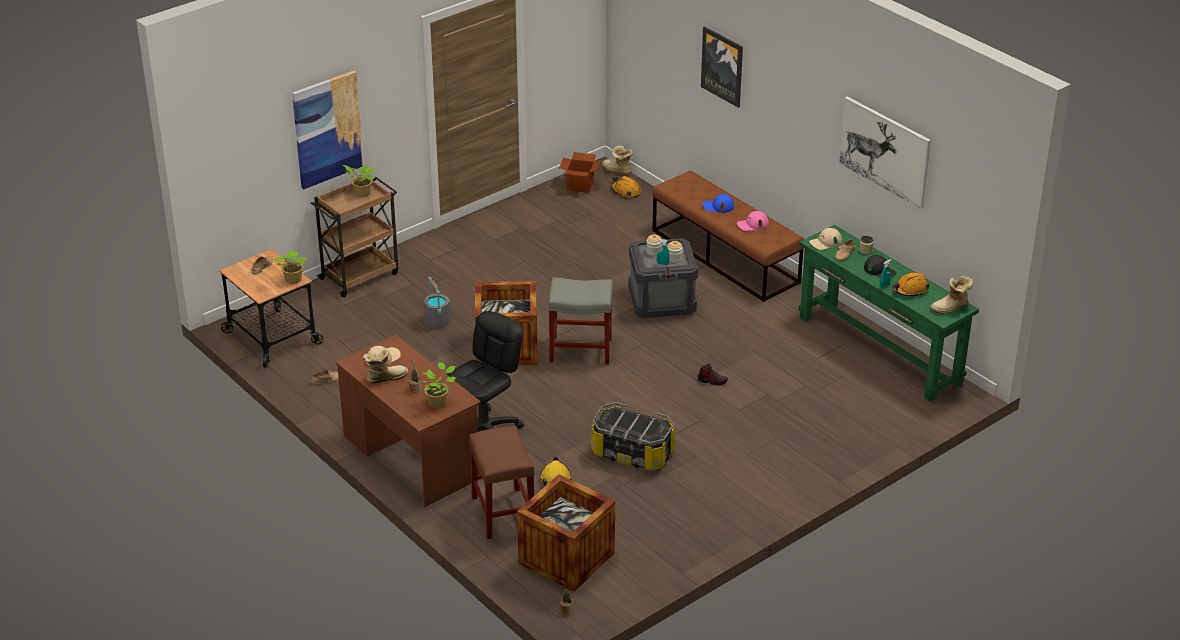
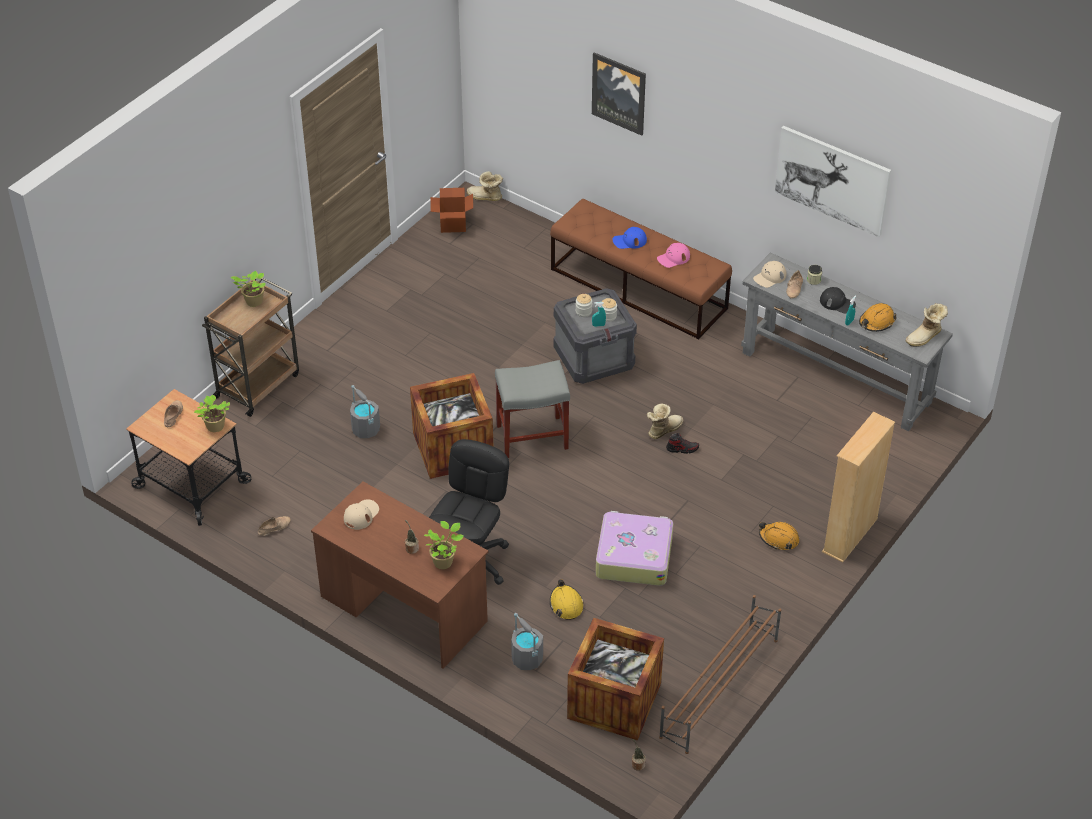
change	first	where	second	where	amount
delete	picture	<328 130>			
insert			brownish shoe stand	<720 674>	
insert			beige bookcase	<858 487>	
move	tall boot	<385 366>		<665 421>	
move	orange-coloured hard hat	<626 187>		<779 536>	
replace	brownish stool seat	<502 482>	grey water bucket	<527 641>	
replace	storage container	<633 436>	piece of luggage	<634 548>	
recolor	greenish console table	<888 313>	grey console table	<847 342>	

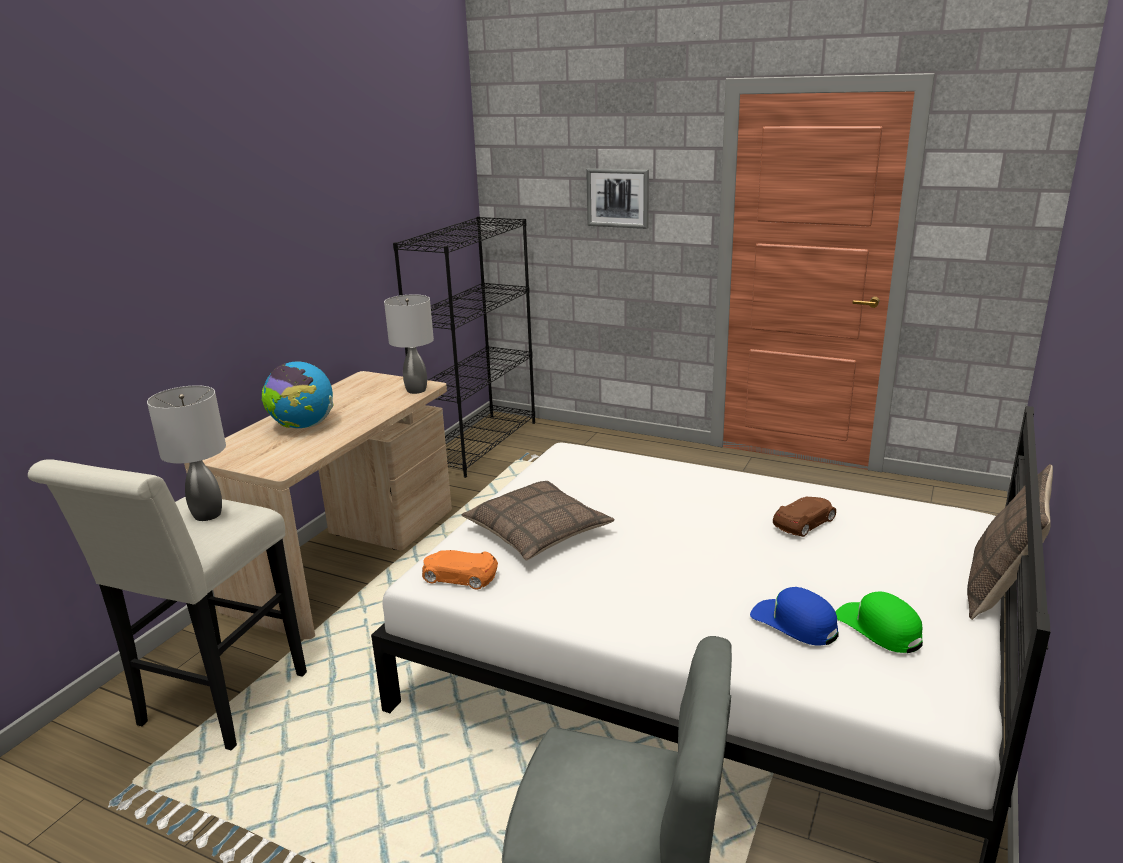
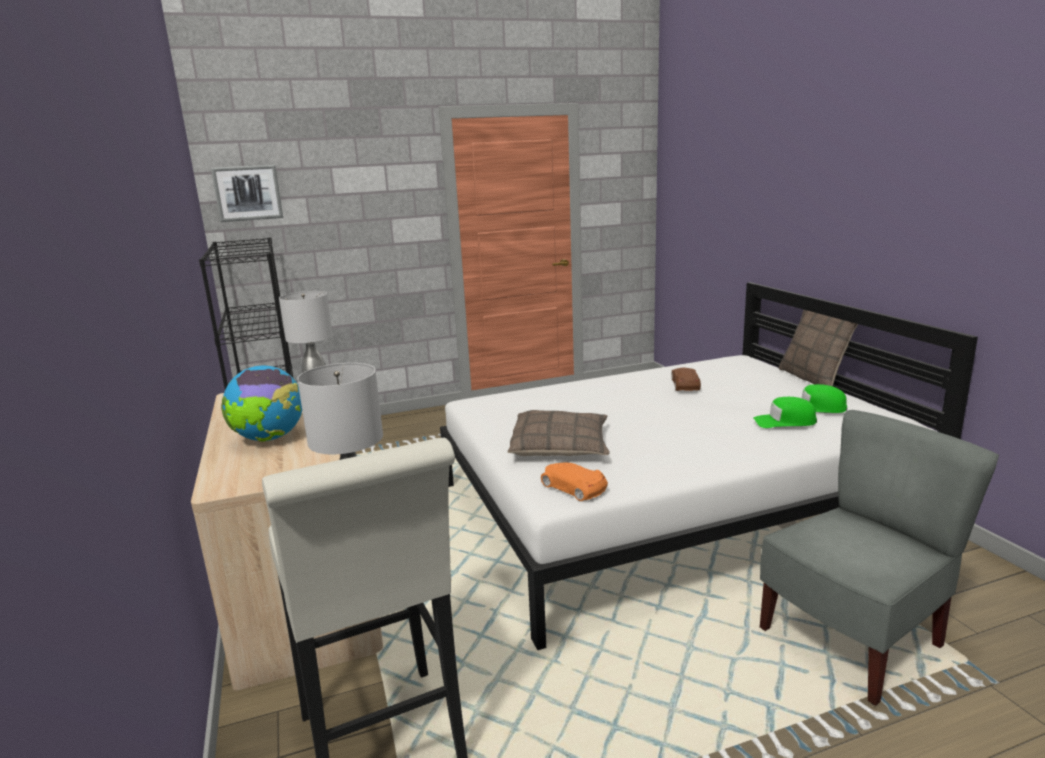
change	first	where	second	where	amount
move	picture	<617 198>		<247 193>	
recolor	blue peaked cap	<794 616>	greenish peaked cap	<785 412>	
rotate	orange-coloured model car	<460 569>		<574 481>	75 degrees clockwise

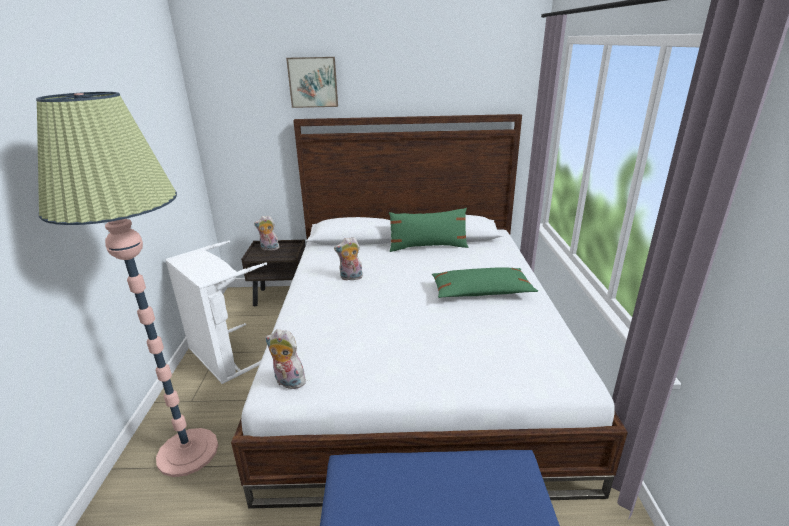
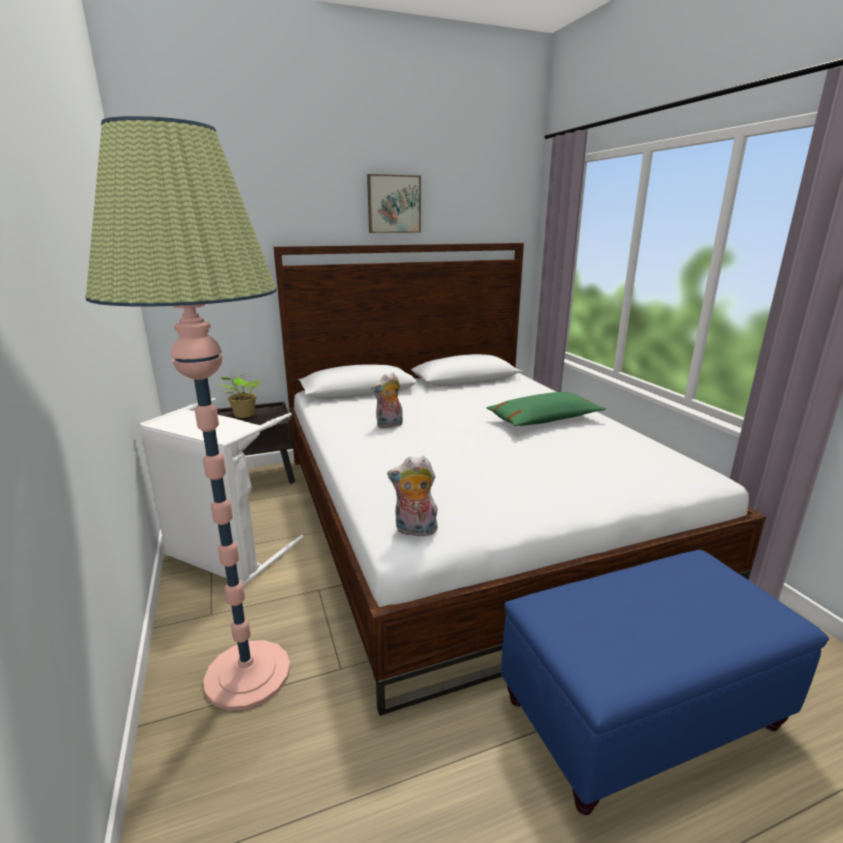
change	first	where	second	where	amount
delete	greenish throw pillow	<428 230>			
move	picture	<312 82>		<394 203>	
replace	plush toy	<267 233>	plant in a pot	<239 396>	

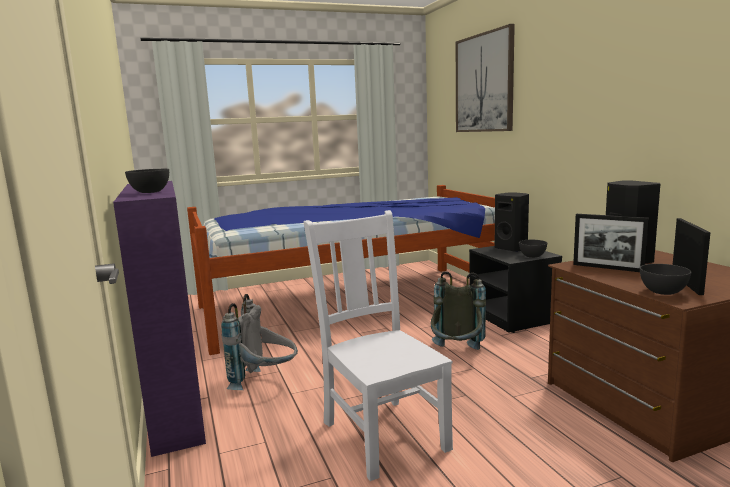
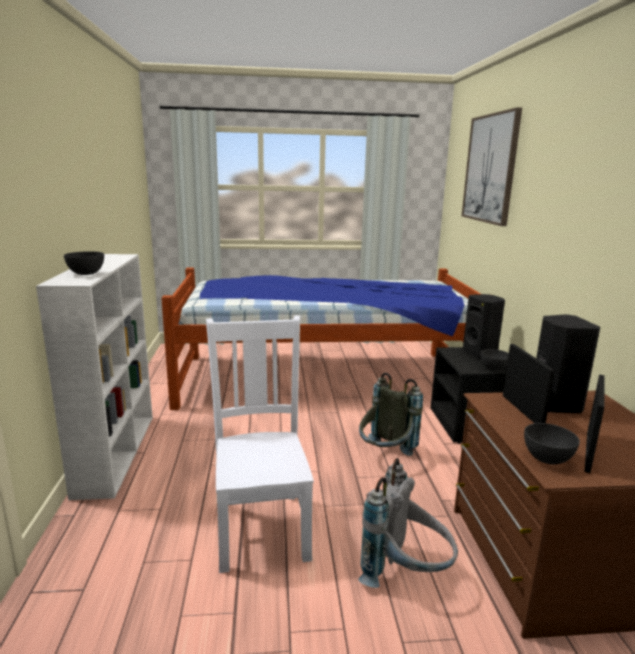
change	first	where	second	where	amount
move	grey knapsack	<259 342>		<408 523>	
recolor	purplish bookcase	<159 319>	whitish bookcase	<94 377>	
rotate	picture frame	<611 243>		<529 383>	150 degrees counterclockwise

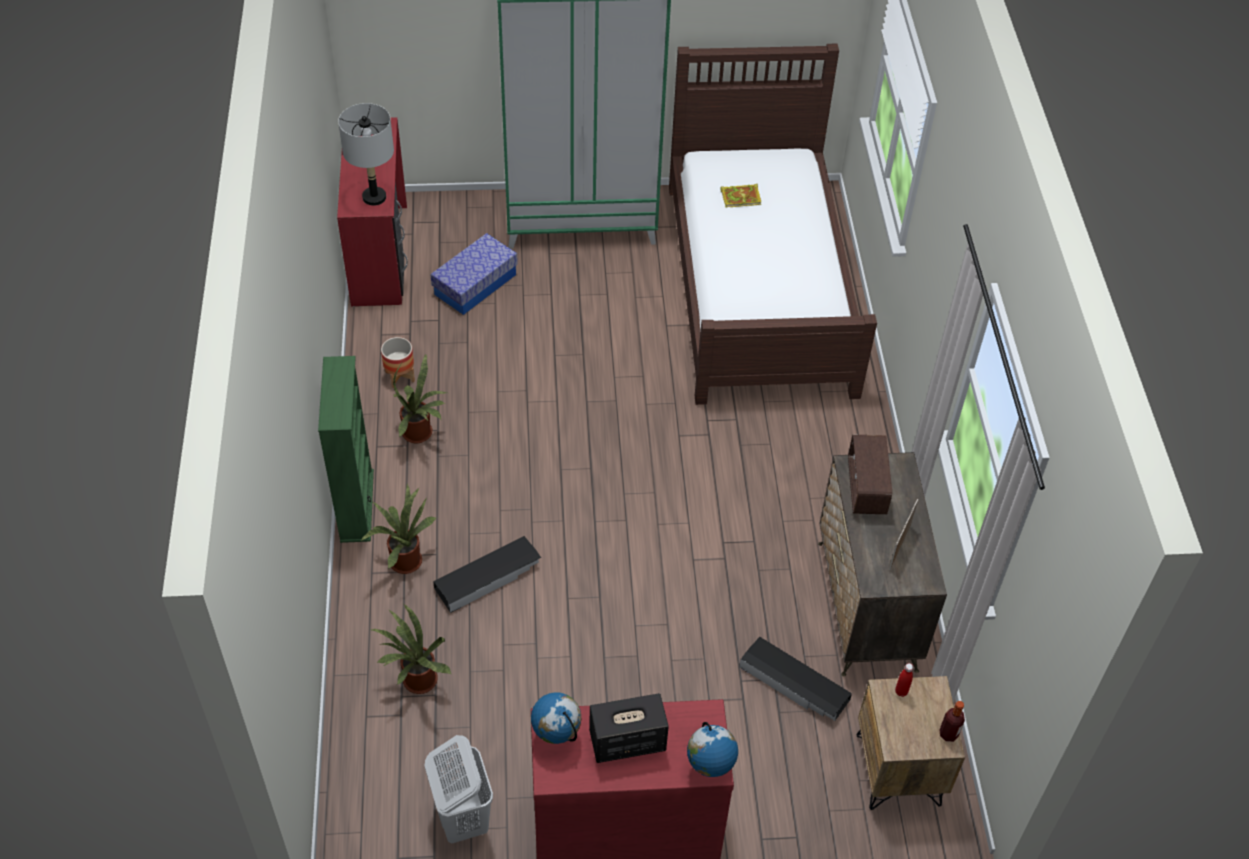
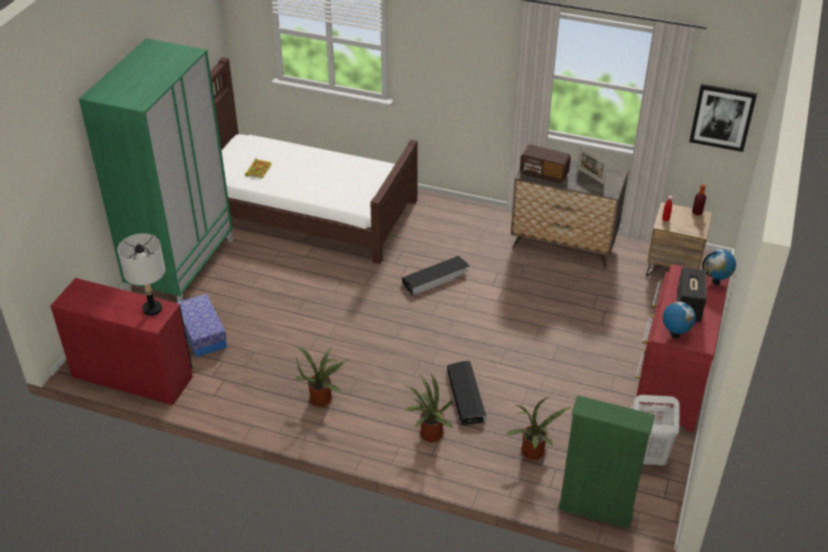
change	first	where	second	where	amount
delete	plant pot	<398 362>			
insert			picture	<723 118>	
move	greenish bookcase	<346 449>		<606 462>	
move	black storage container	<795 679>		<435 276>	

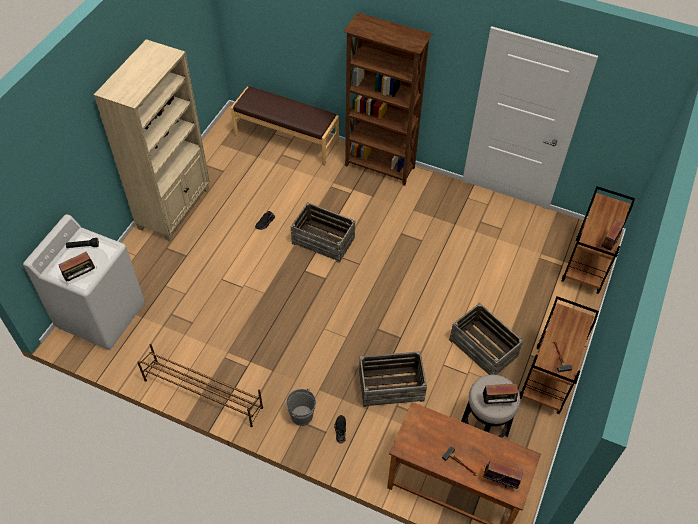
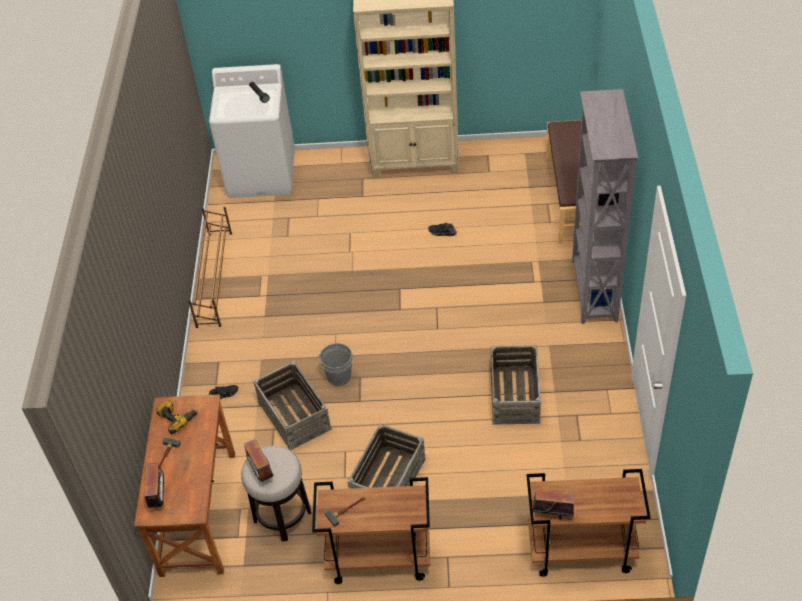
change	first	where	second	where	amount
delete	radio receiver	<77 266>			
insert			electric drill	<177 417>	
move	grey water bucket	<301 407>		<335 364>	
move	shipping crate	<323 232>		<515 385>	
recolor	brownish bookcase	<387 99>	grey bookcase	<605 206>	

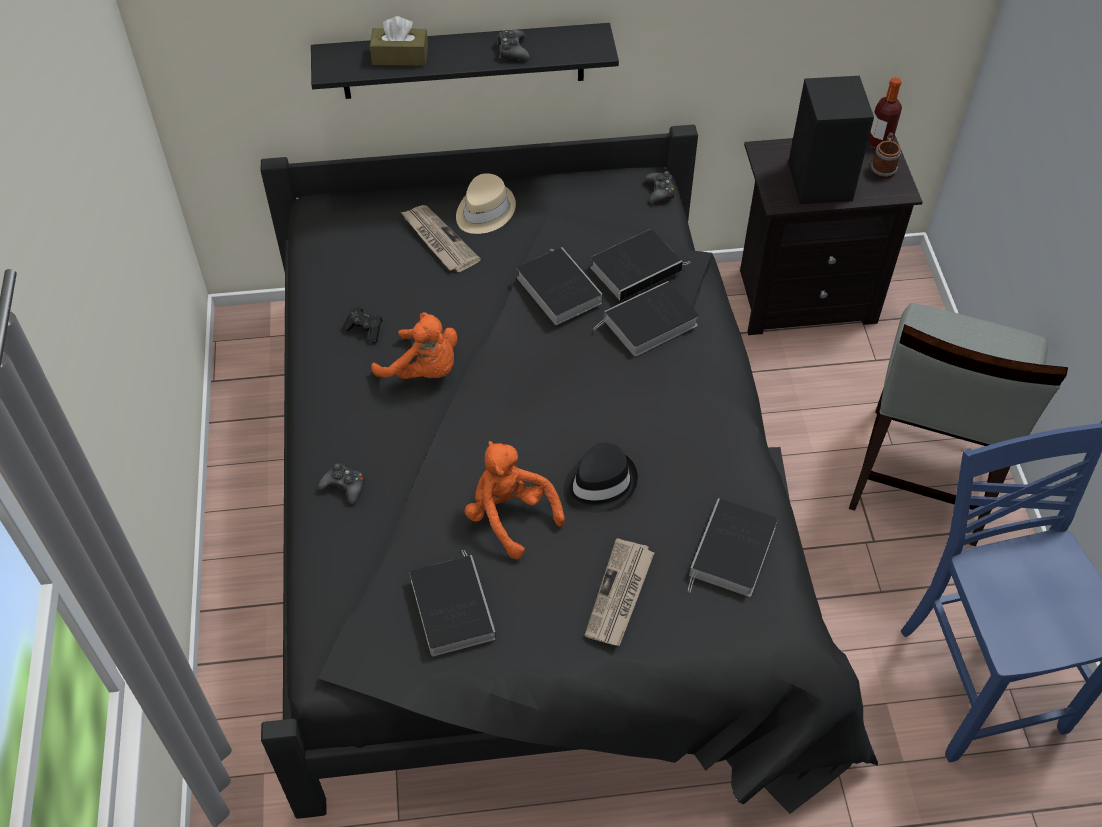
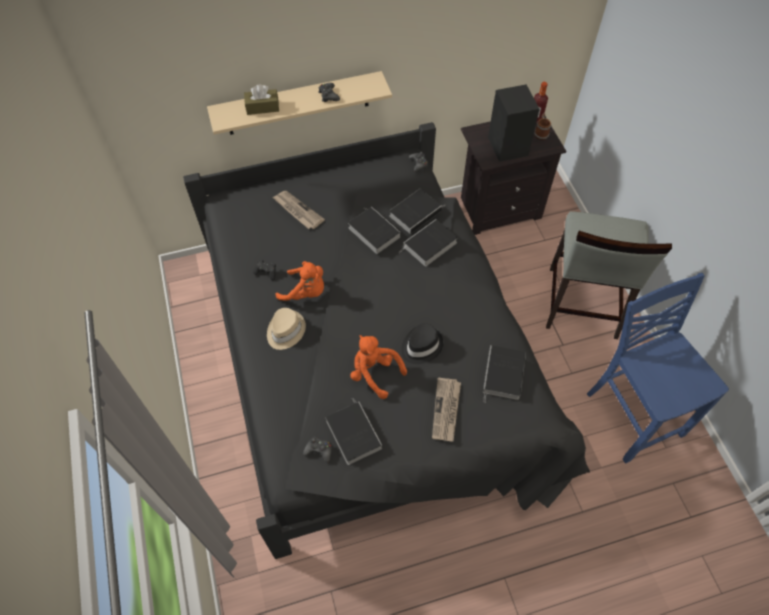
change	first	where	second	where	amount
move	black gamepad	<341 483>		<317 450>	
move	beige hat	<486 203>		<286 329>	
recolor	black bracket shelf	<465 61>	beige bracket shelf	<299 103>	

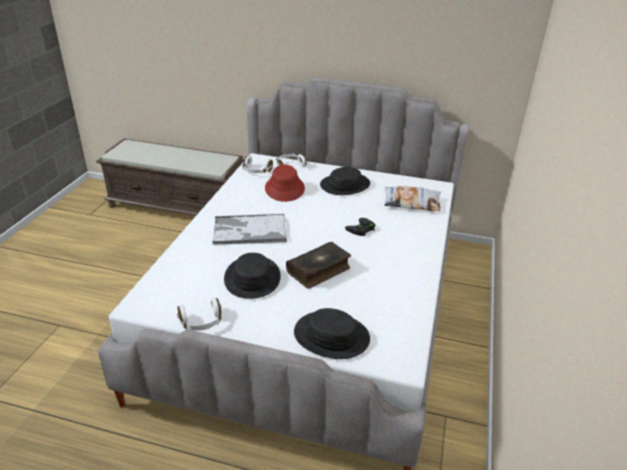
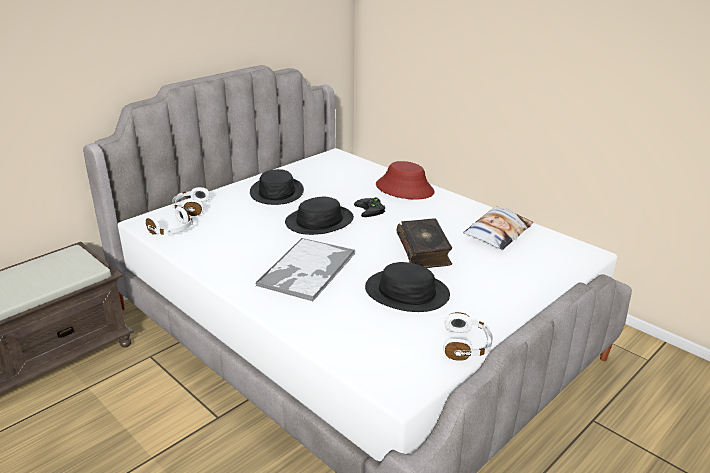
change	first	where	second	where	amount
move	reddish hat	<285 183>		<405 180>	
move	black hat	<332 333>		<319 216>	
move	throw pillow	<412 198>		<498 228>	

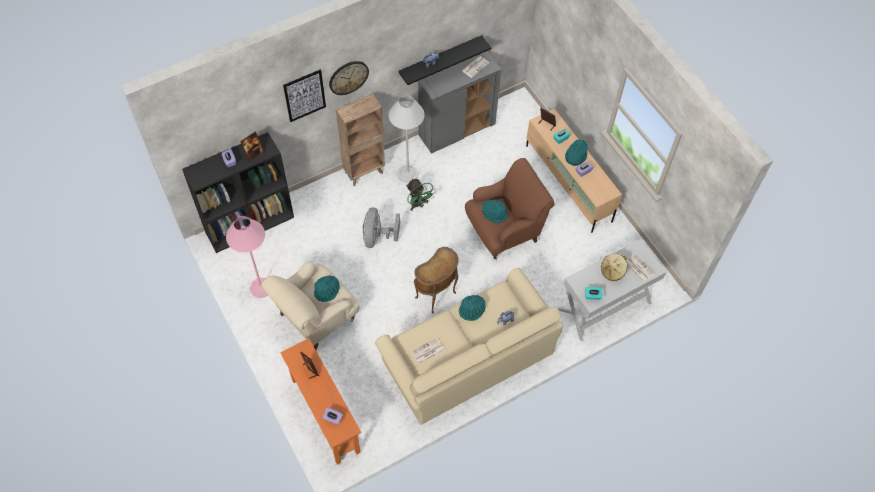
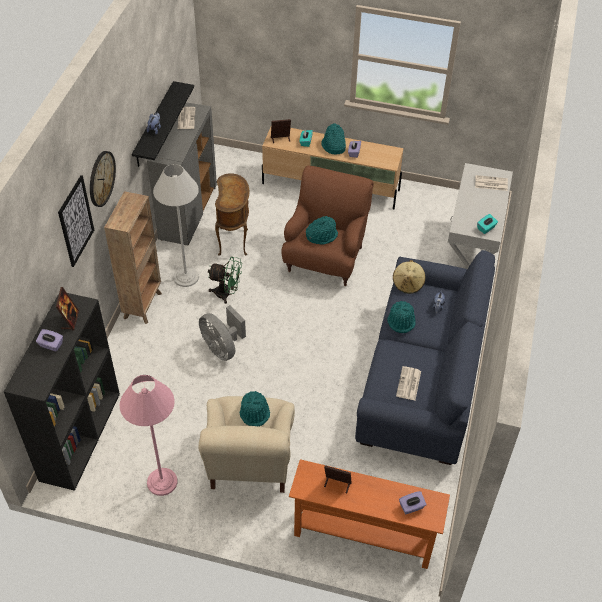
change	first	where	second	where	amount
move	brownish end table	<436 280>		<232 214>	
move	beige hat	<614 267>		<409 277>	
recolor	beige couch	<469 346>	blue couch	<425 357>	

